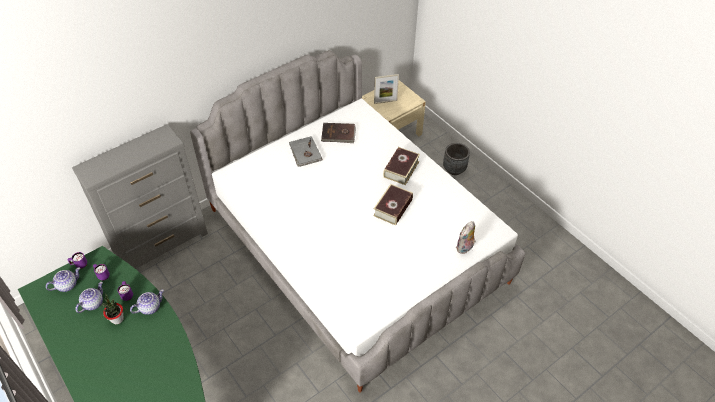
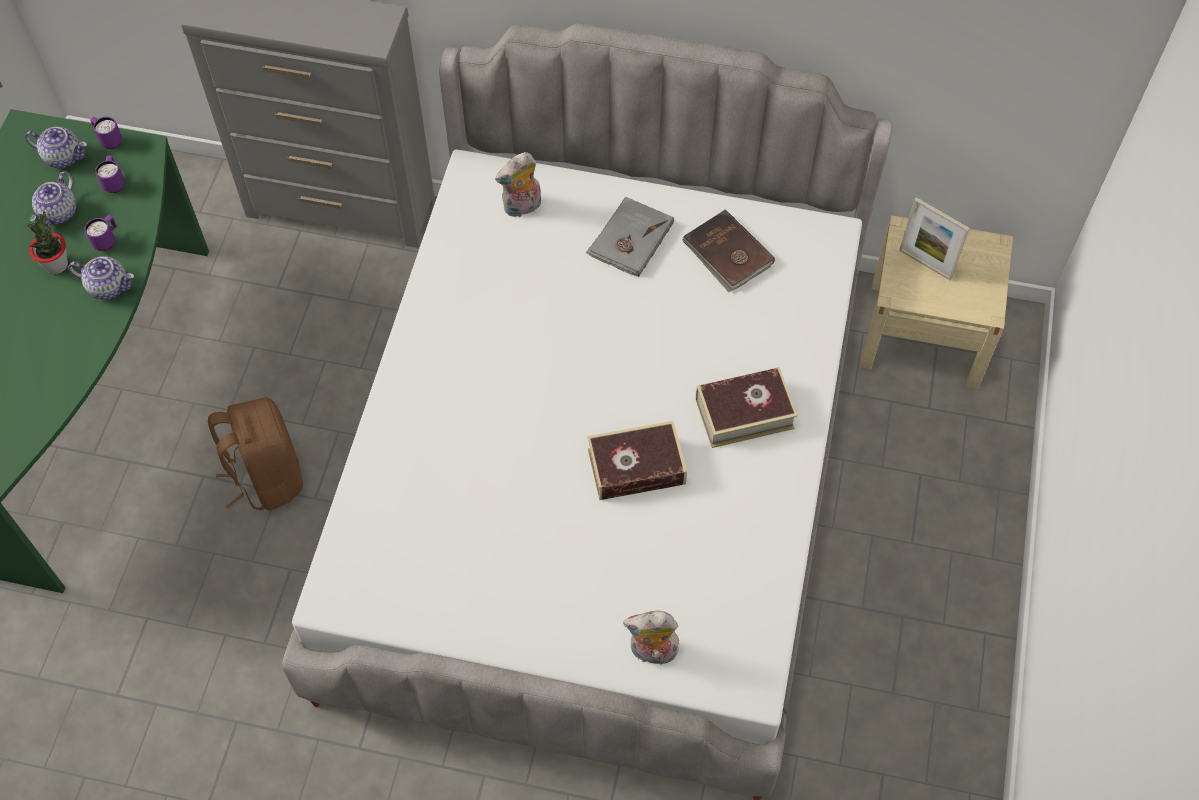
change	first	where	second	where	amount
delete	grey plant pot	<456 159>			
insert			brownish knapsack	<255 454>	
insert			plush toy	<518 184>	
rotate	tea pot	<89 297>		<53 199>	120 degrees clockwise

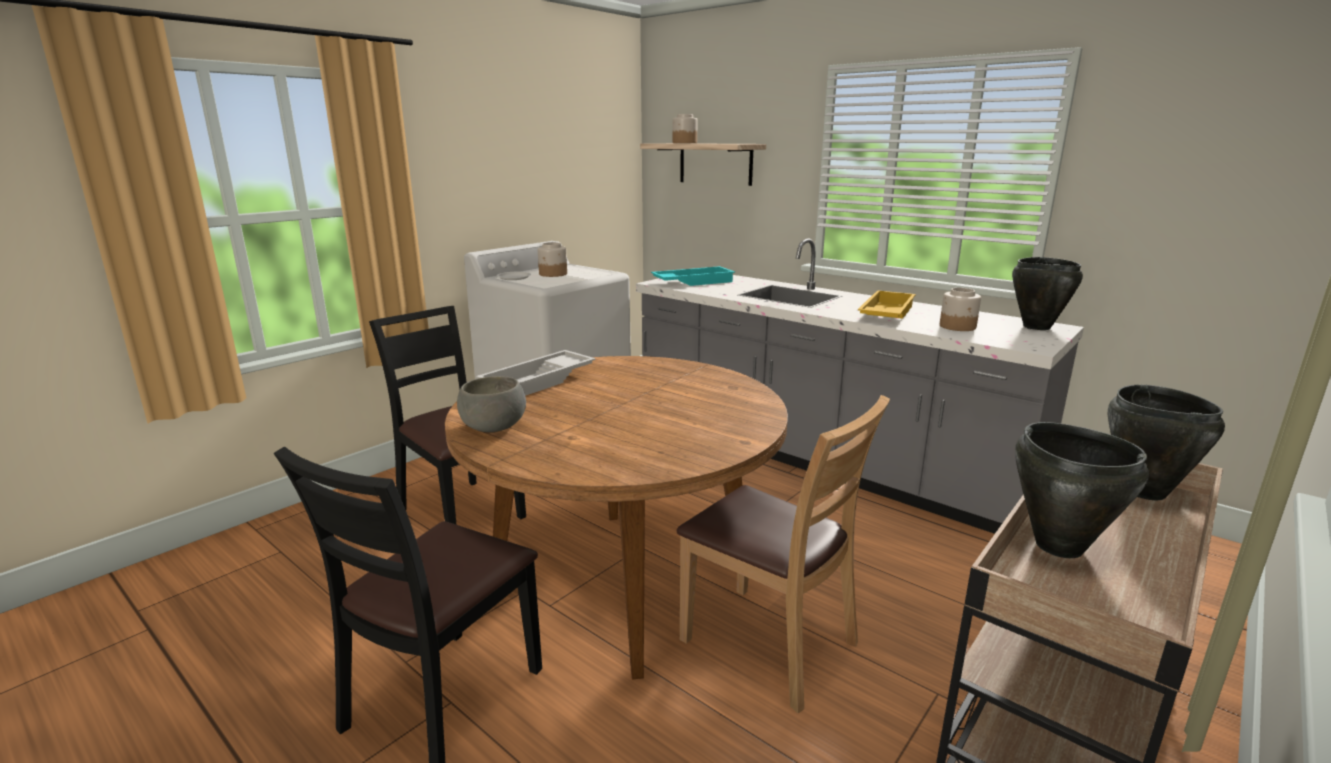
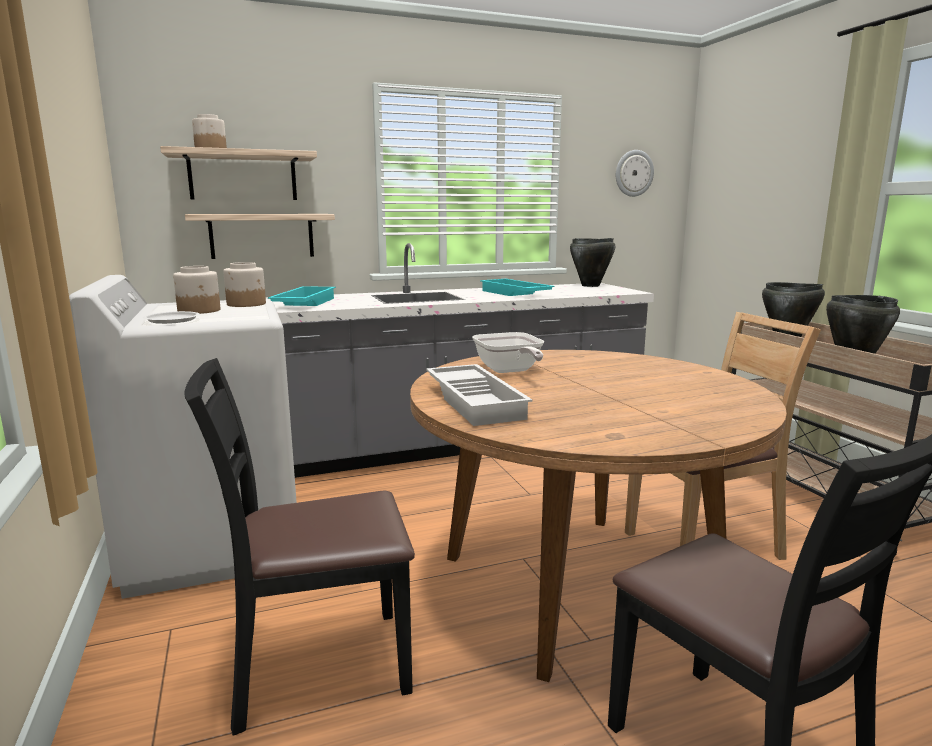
change	first	where	second	where	amount
delete	grey serving bowl	<491 404>			
insert			bracket shelf	<260 236>	
insert			pan	<508 352>	
insert			wall clock	<635 173>	
move	preserve jar	<960 309>		<244 284>	
recolor	yellow-coloured carrying tray	<887 304>	blue-green carrying tray	<517 287>	

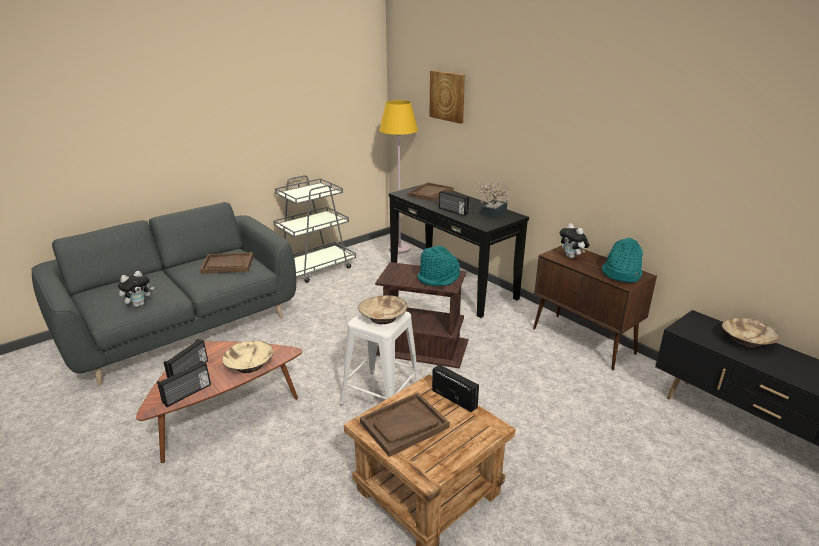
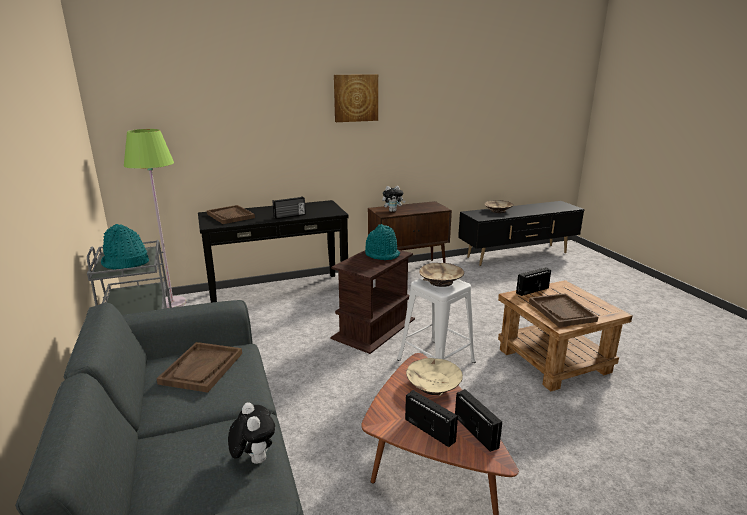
change	first	where	second	where	amount
delete	plant in a pot	<492 200>			
move	picture	<447 97>		<356 98>	
move	blue-green hat	<622 260>		<125 247>	
recolor	yellow-coloured standing lamp	<398 177>	greenish standing lamp	<155 218>	

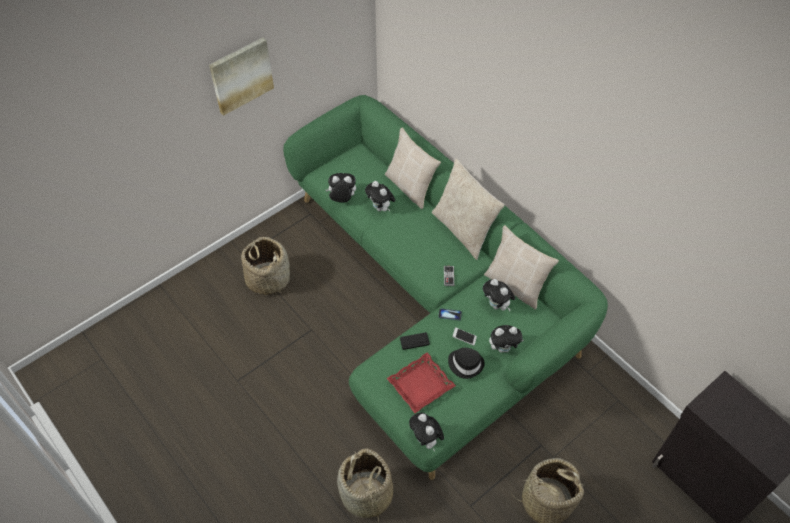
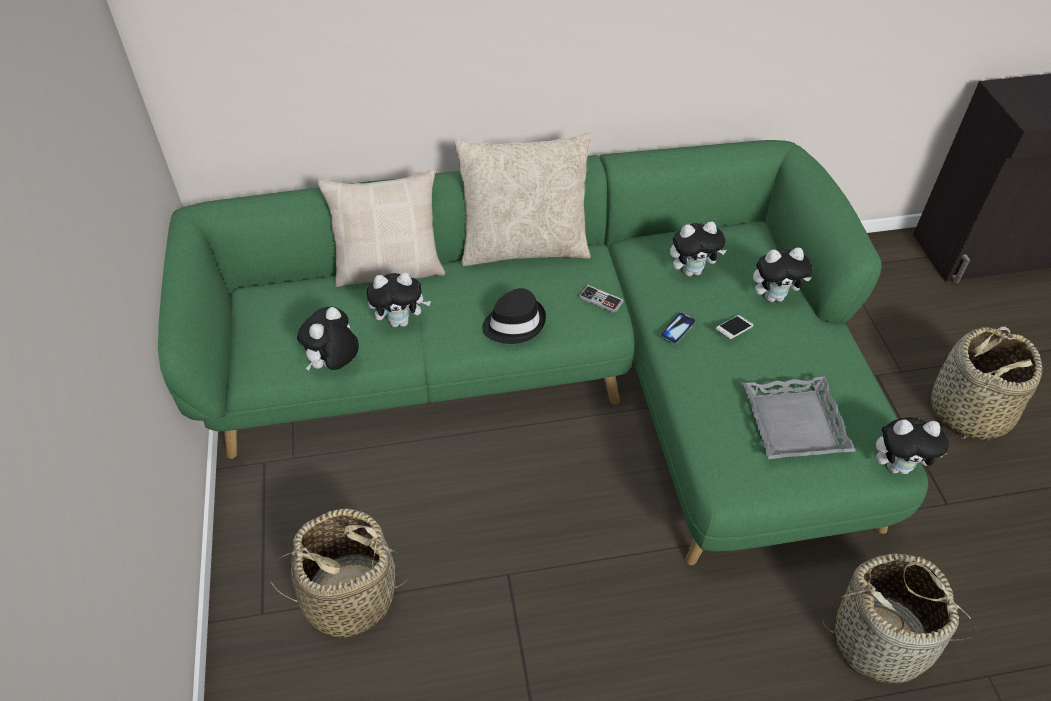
change	first	where	second	where	amount
delete	picture	<241 76>			
delete	black gamepad	<415 341>			
delete	beige throw pillow	<521 267>			
move	black hat	<466 363>		<514 316>	
recolor	reddish carrying tray	<421 382>	grey carrying tray	<799 417>	
rotate	plush toy	<506 339>		<782 275>	60 degrees clockwise

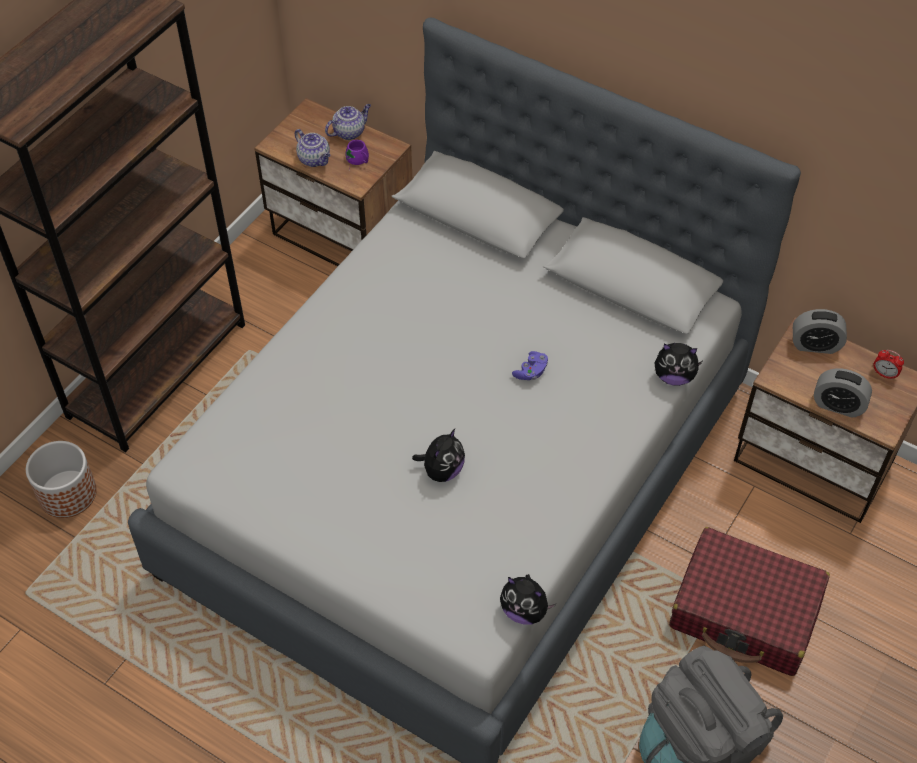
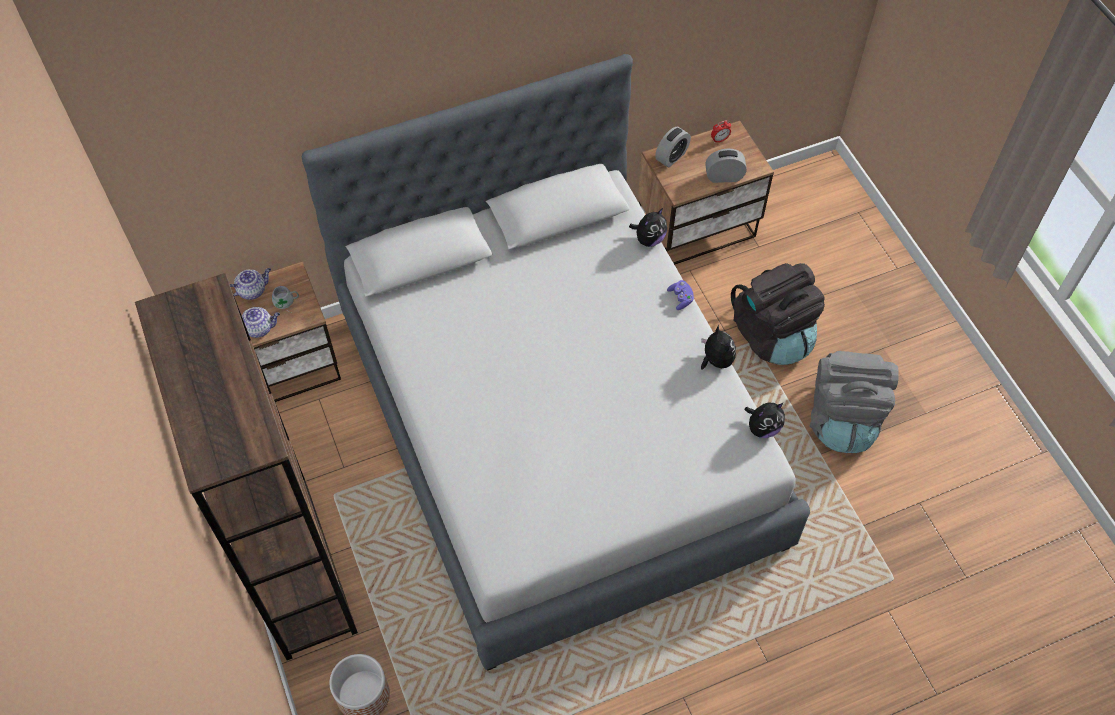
change	first	where	second	where	amount
move	plush toy	<438 455>		<718 347>	
move	purplish gamepad	<530 365>		<680 295>	
replace	reddish piece of luggage	<749 601>	black knapsack	<778 314>	
recolor	purplish tea mug	<357 155>	grey tea mug	<285 298>	
rotate	tea pot	<348 122>		<250 284>	60 degrees clockwise
rotate	alarm clock	<843 393>		<726 165>	150 degrees counterclockwise

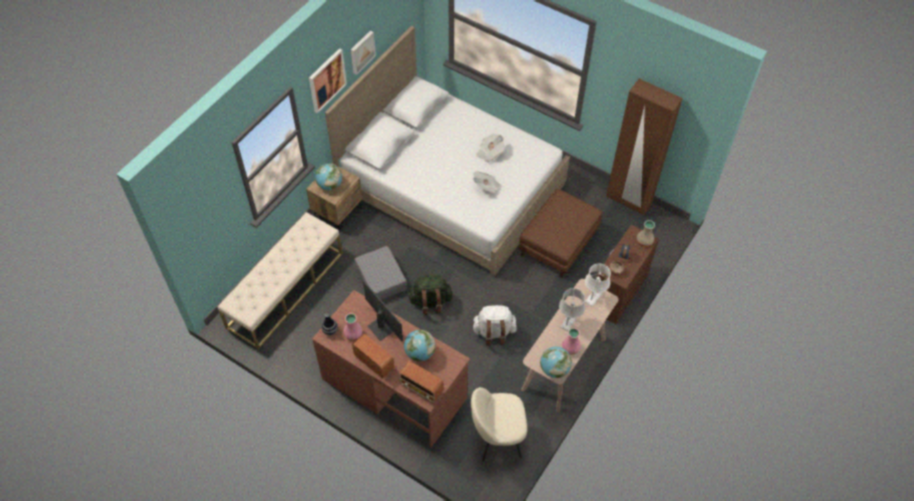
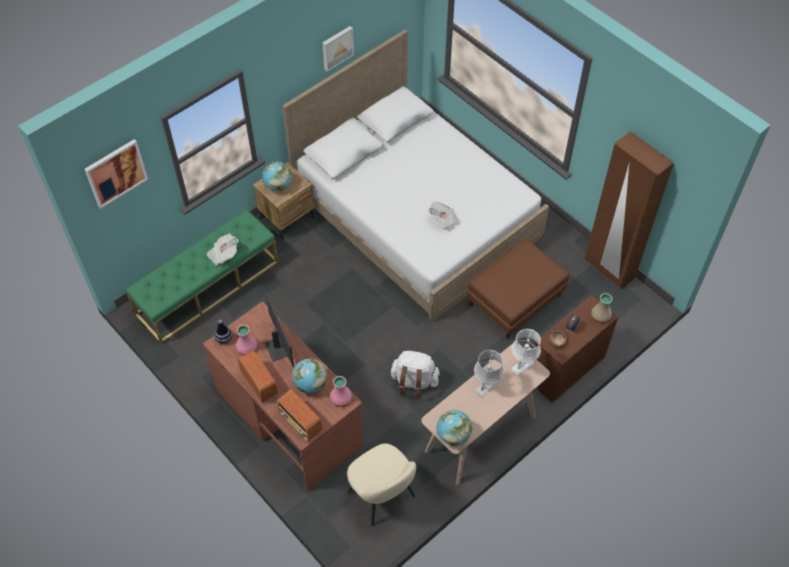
change	first	where	second	where	amount
delete	grey piece of luggage	<380 273>			
delete	greenish knapsack	<430 295>			
move	picture	<328 81>		<116 173>	
move	printed paper	<490 147>		<222 249>	
move	pink vase	<571 341>		<341 391>	
recolor	beige bench	<280 280>	greenish bench	<202 276>	
rotate	beige plain chair	<499 424>		<381 485>	135 degrees counterclockwise

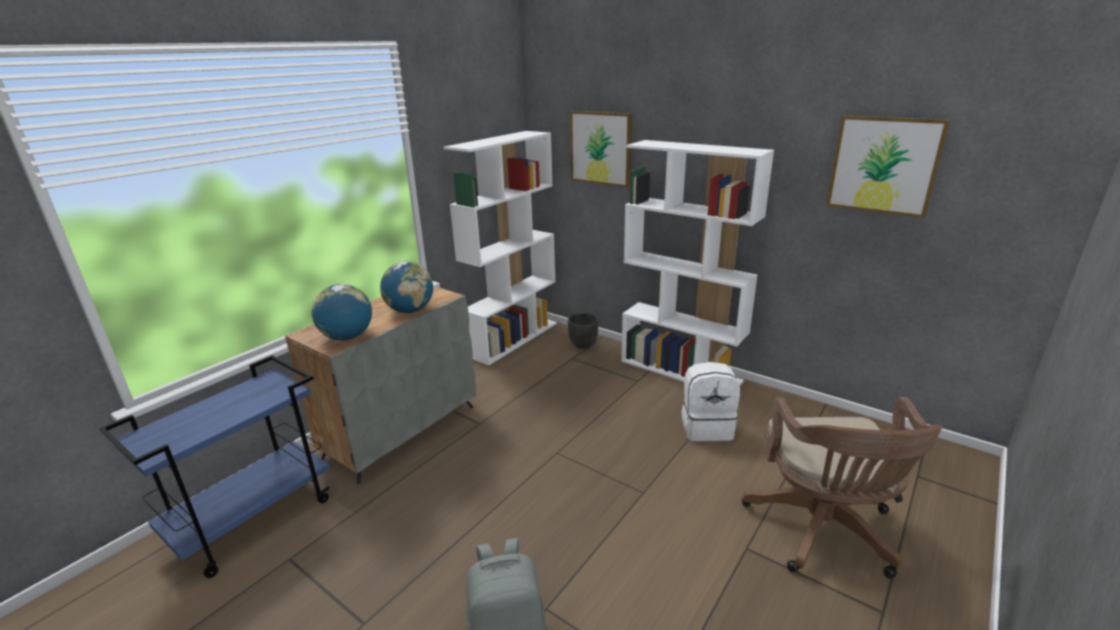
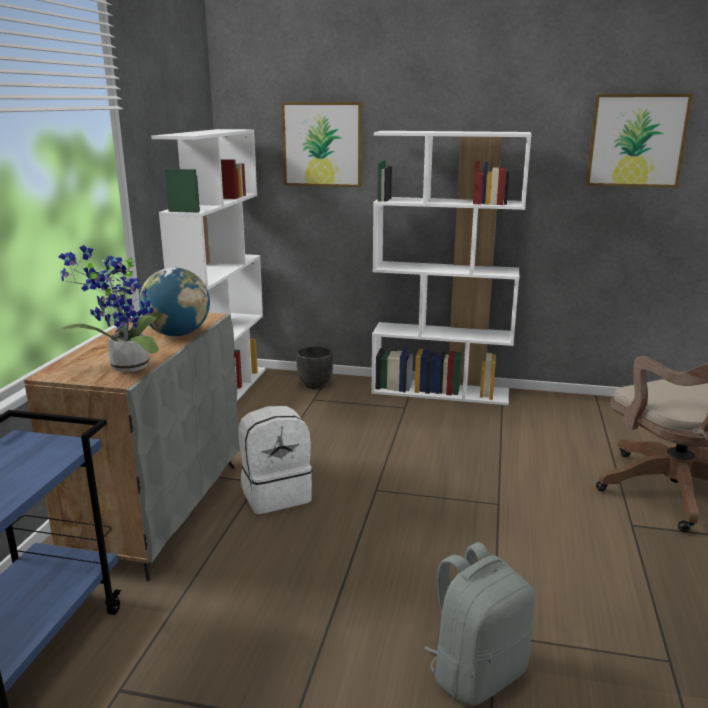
change	first	where	second	where	amount
move	whitish knapsack	<710 401>		<275 460>	
replace	globe	<342 312>	plant in a pot	<109 308>	

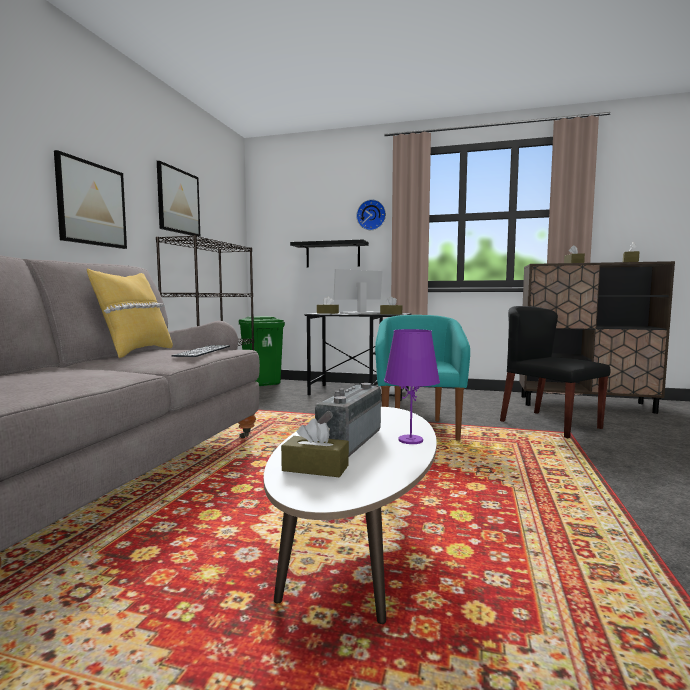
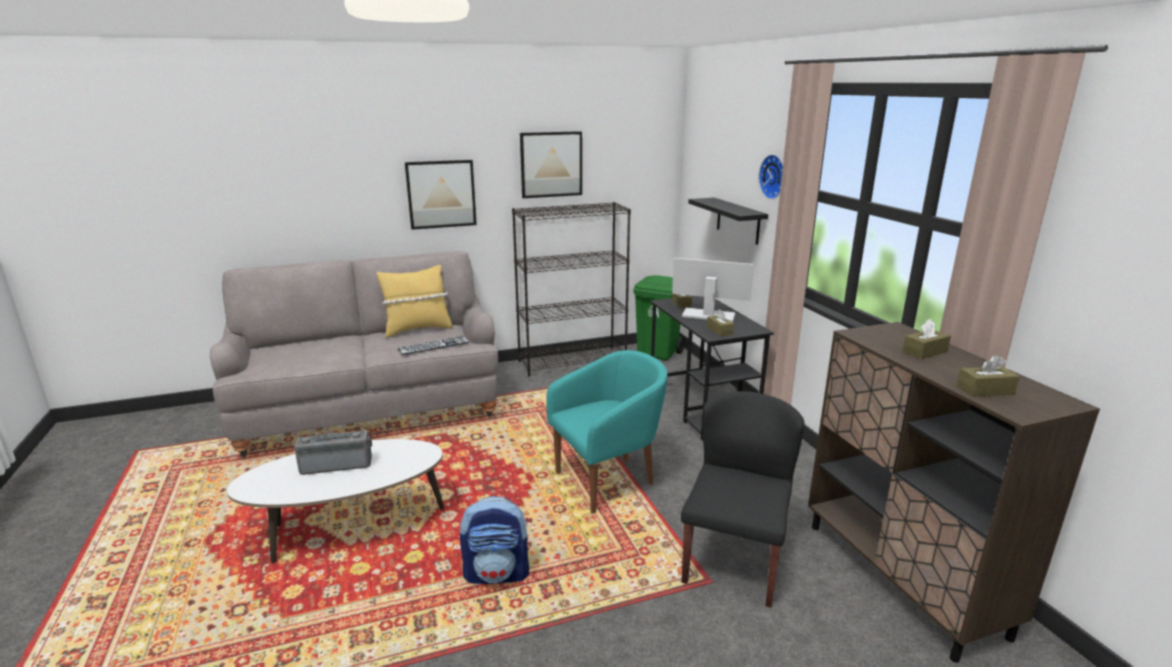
change	first	where	second	where	amount
delete	brownish tissue box	<315 447>			
delete	purplish tabletop lamp	<412 386>			
insert			knapsack	<494 540>	

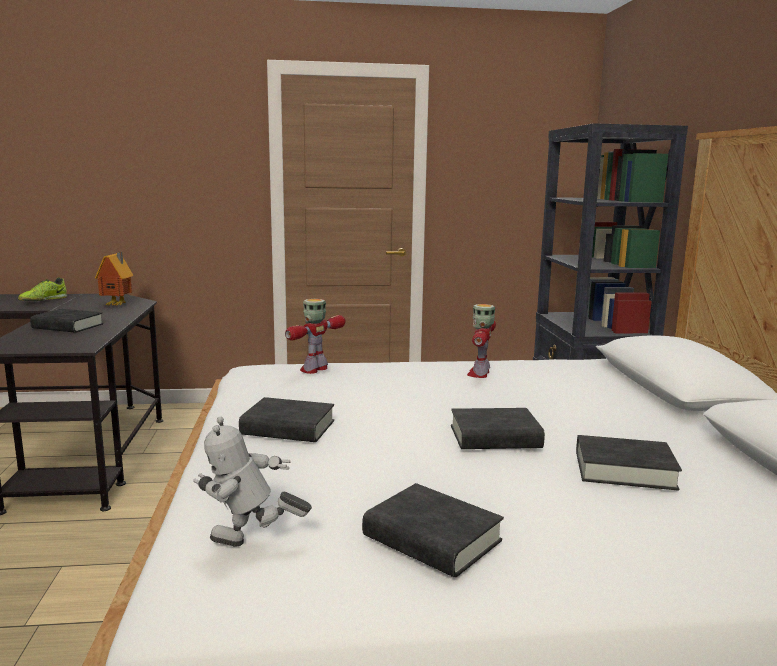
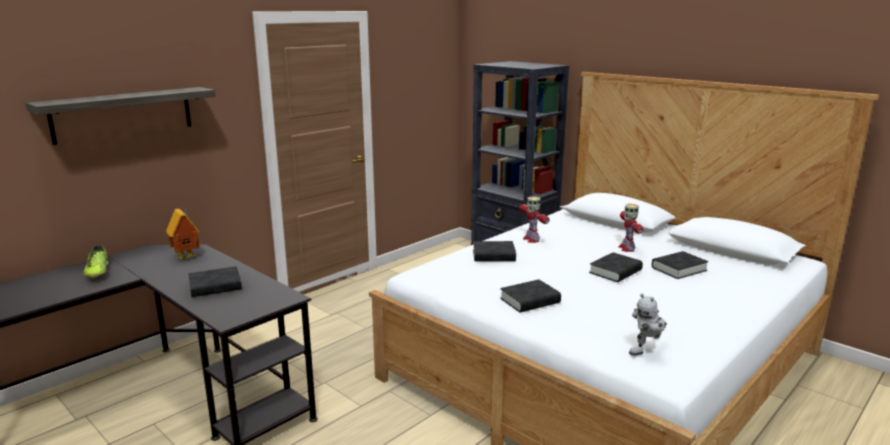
change	first	where	second	where	amount
insert			bracket shelf	<120 116>	
move	robot figure	<315 336>		<631 228>	
move	black volume	<433 530>		<494 251>	

